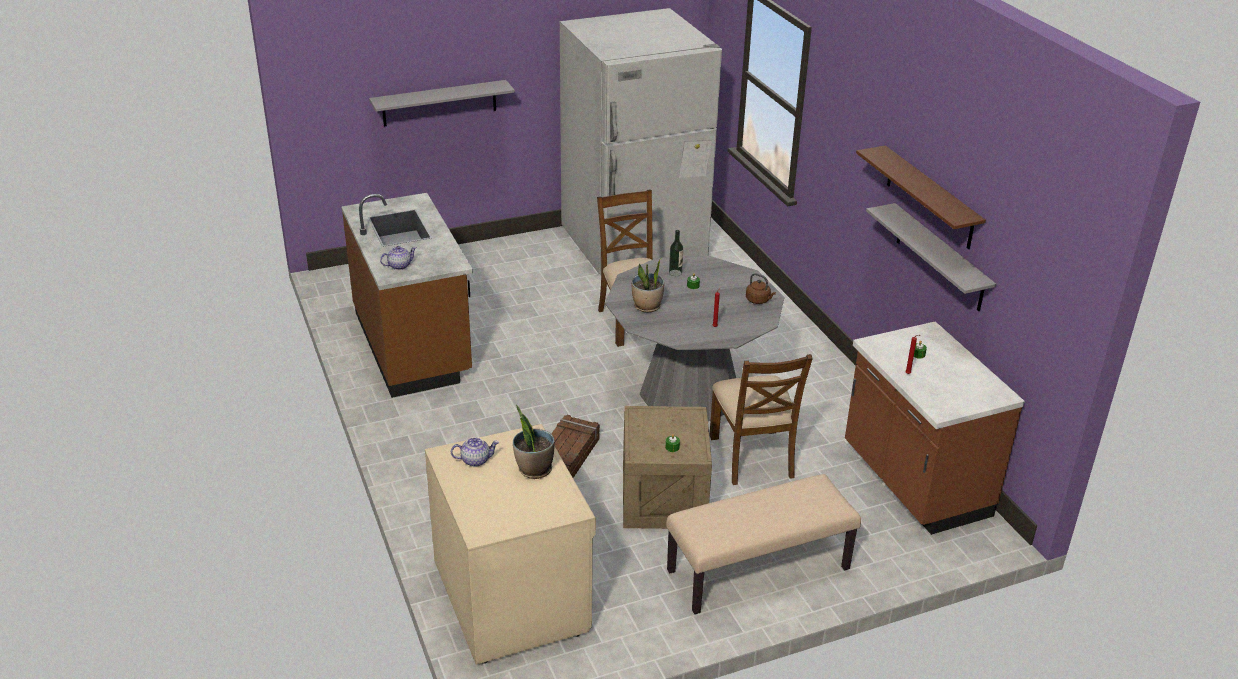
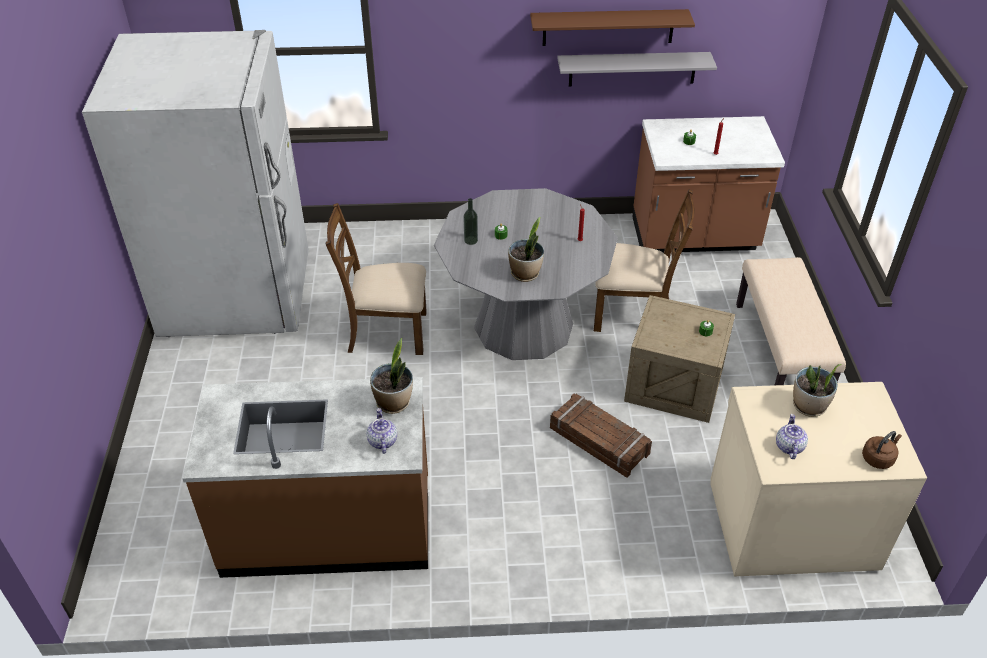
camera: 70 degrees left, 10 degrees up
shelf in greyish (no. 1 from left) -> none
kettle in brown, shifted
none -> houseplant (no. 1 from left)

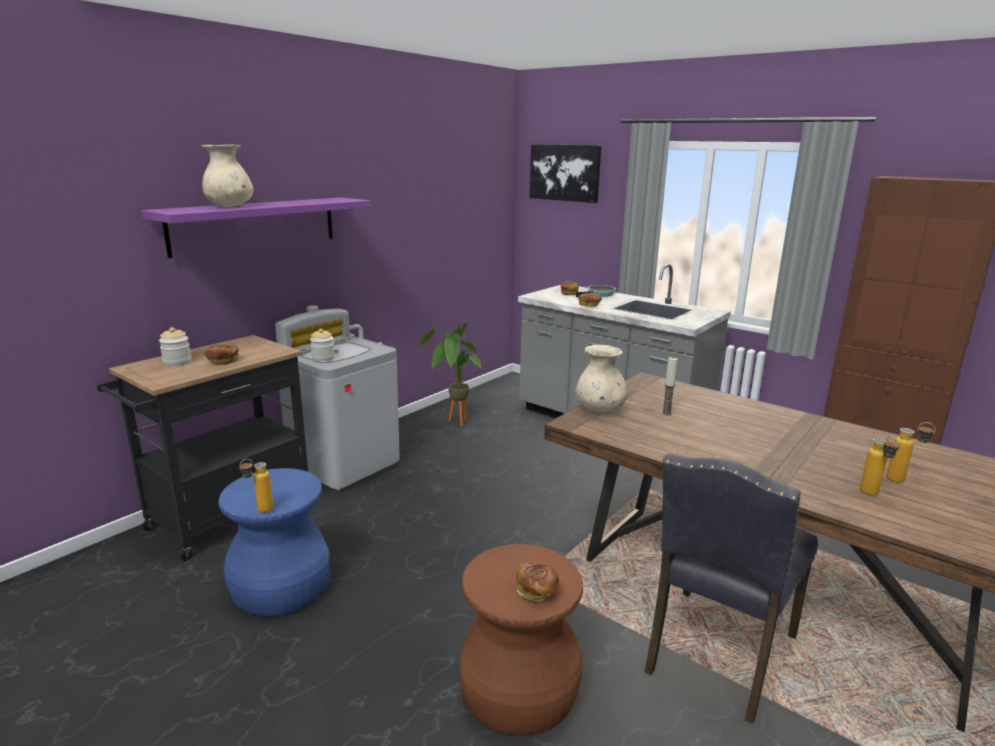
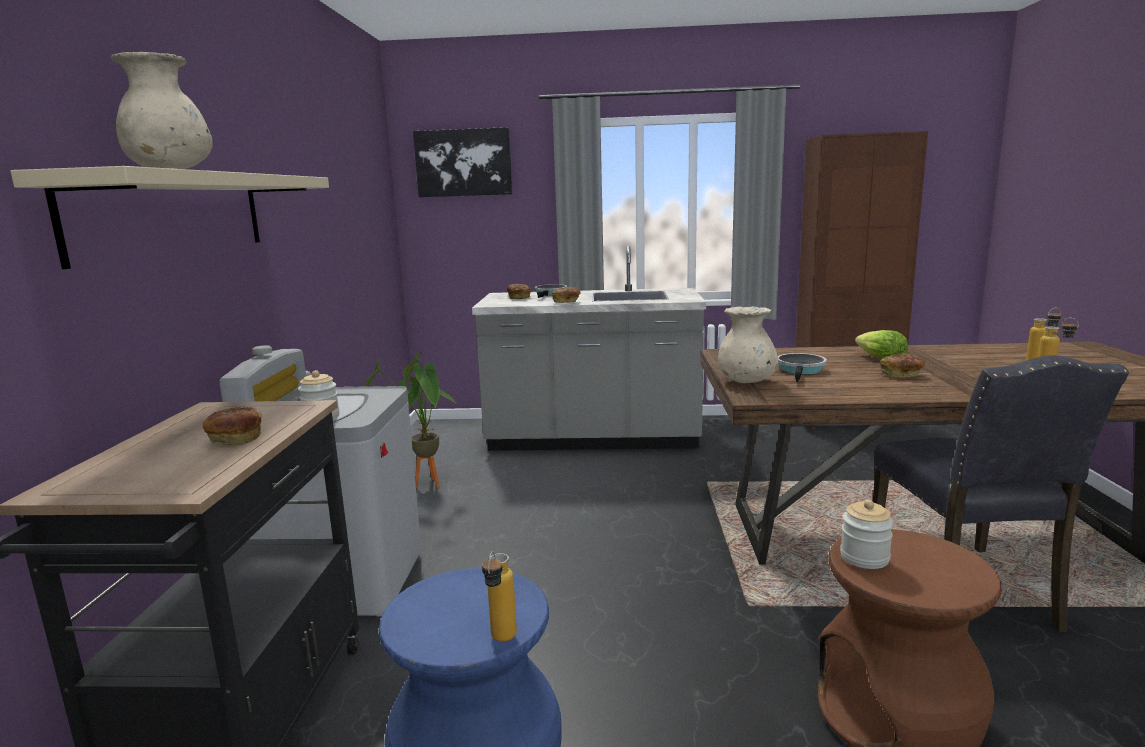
camera: 35 degrees left, 5 degrees down
shelf in purple-coloured -> shelf in beige-coloured
storage jar (no. 1 from left in the first image) -> storage jar (no. 2 from left), shifted
wax light -> skillet (no. 2 from left)
bread (no. 2 from left in the first image) -> bread (no. 4 from left), shifted
none -> lettuce head

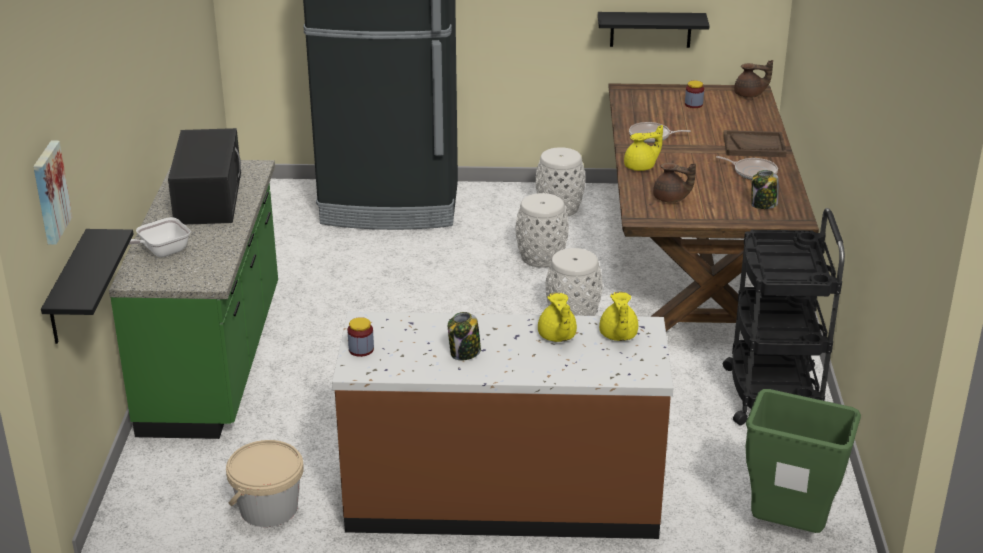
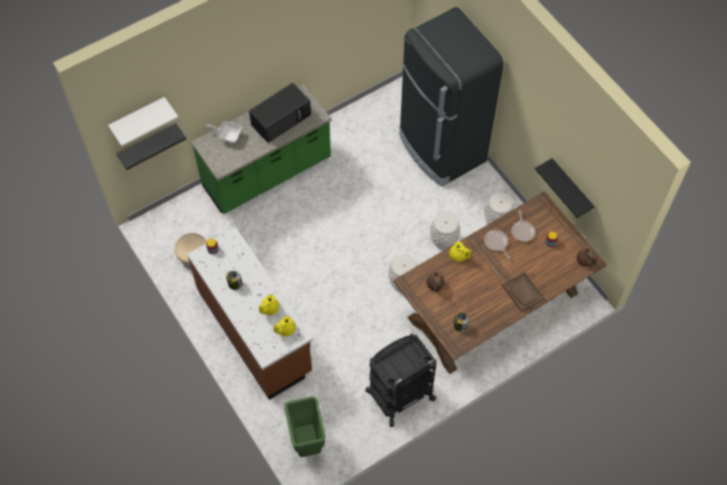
camera: 55 degrees right, 30 degrees up
picture -> shelf in white-coloured
skillet (no. 3 from left), shifted

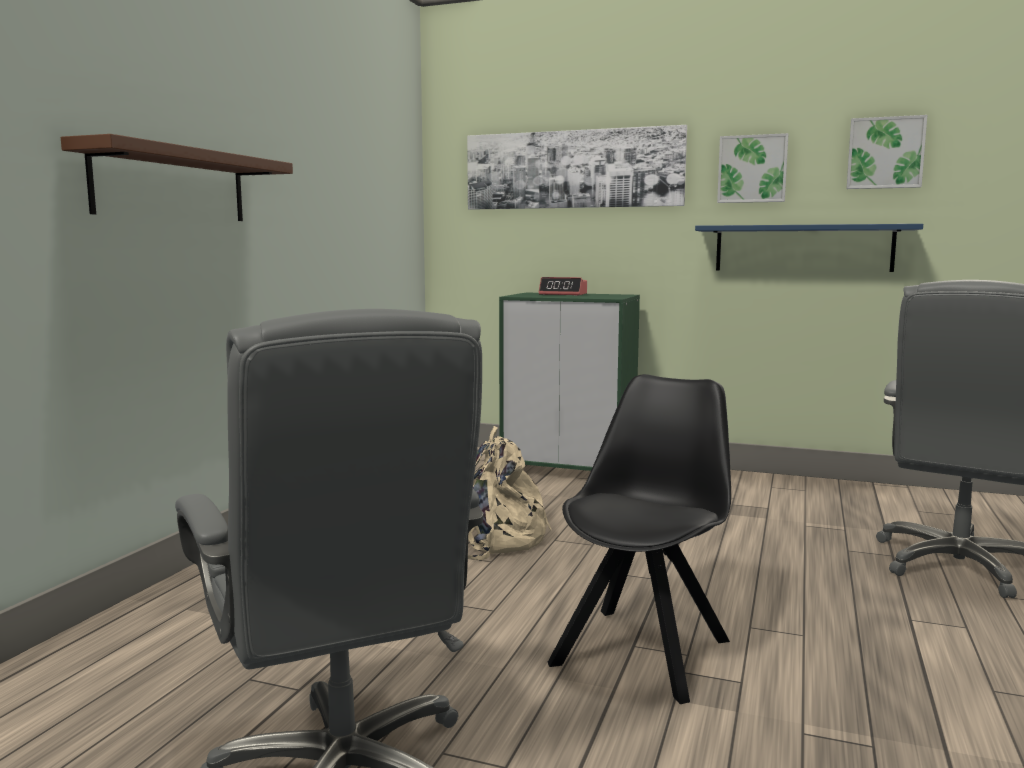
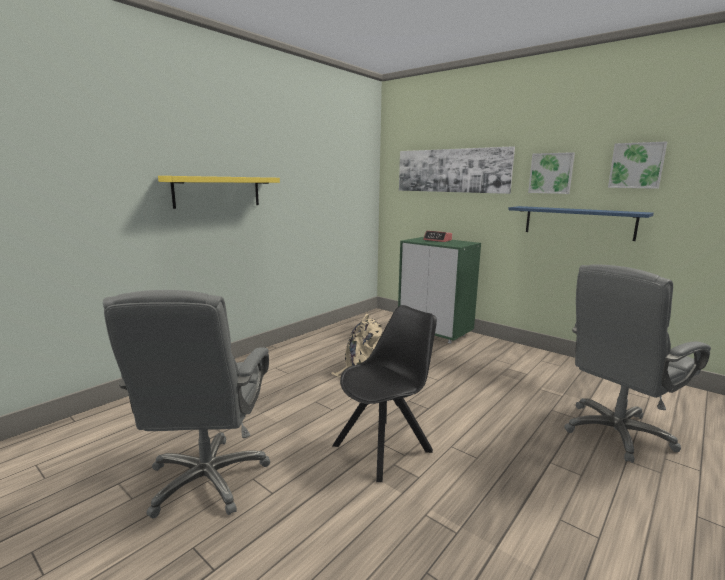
camera: 20 degrees right, 5 degrees up
shelf in brown -> shelf in yellow-coloured

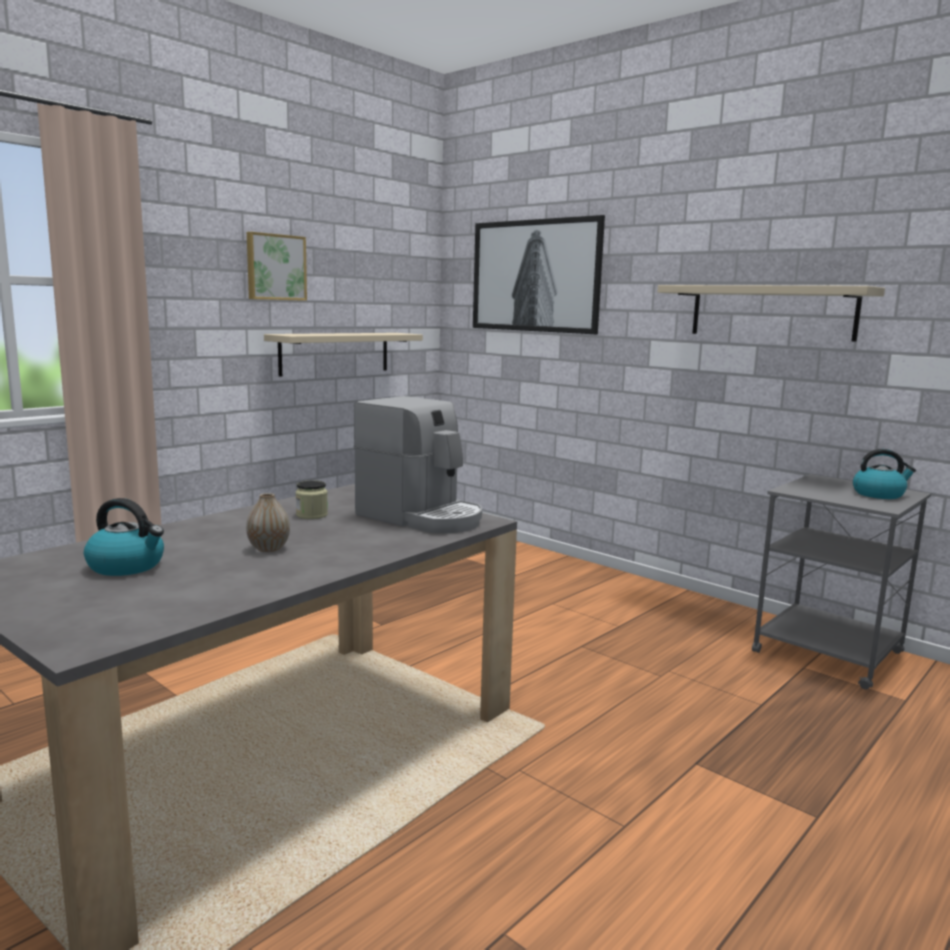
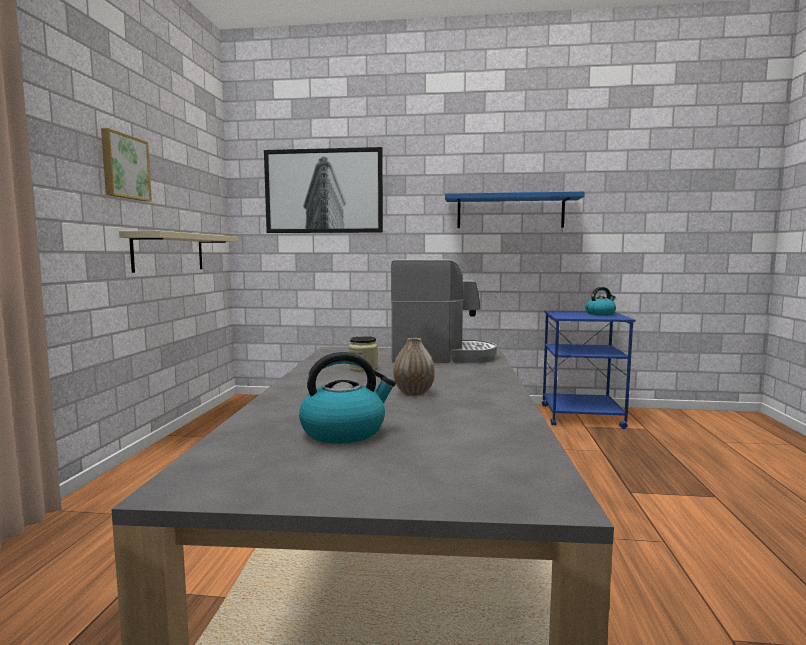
camera: 35 degrees left, 5 degrees down
shelf in beige-coloured (no. 2 from left) -> shelf in bluish
wheeled cart in greyish -> wheeled cart in bluish

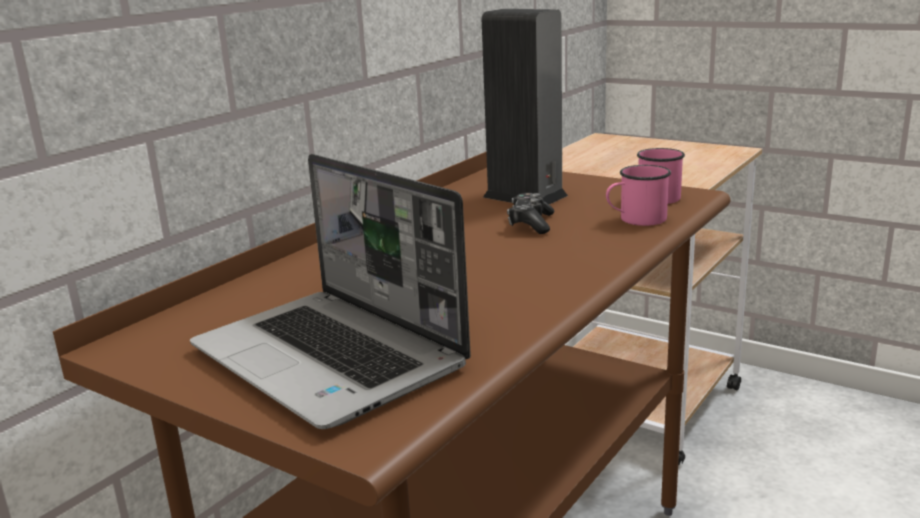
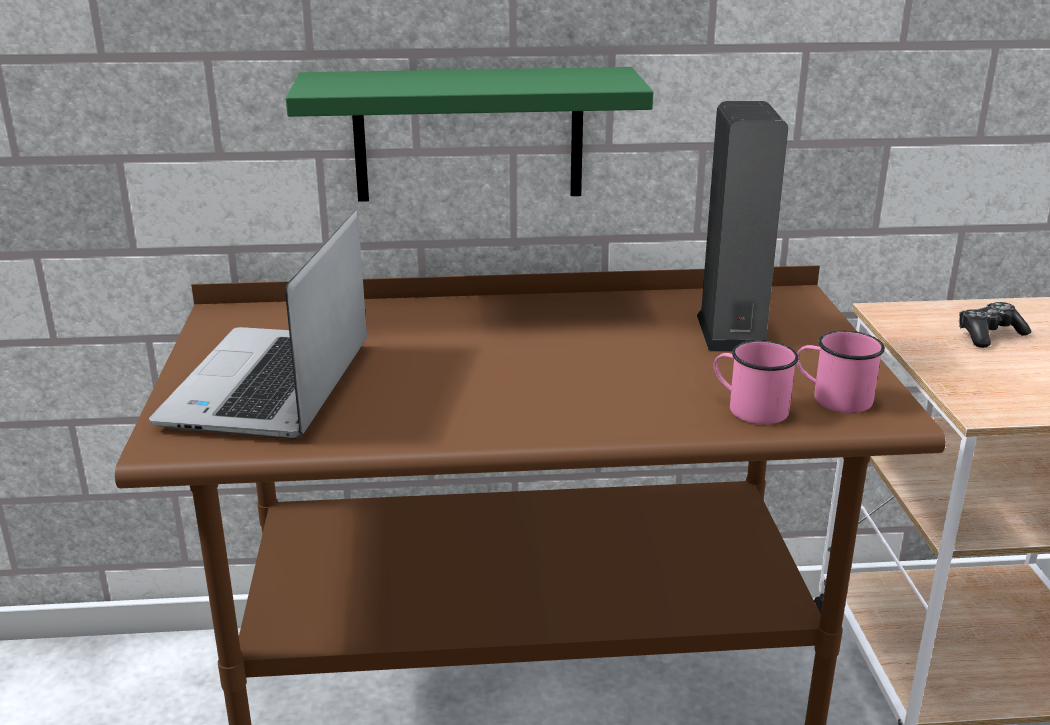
camera: 50 degrees right, 5 degrees up
gamepad, shifted
none -> shelf in greenish

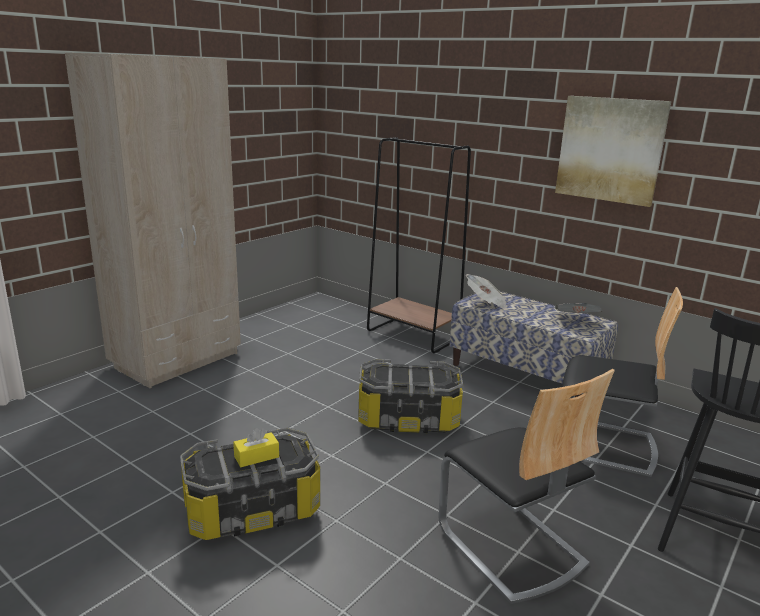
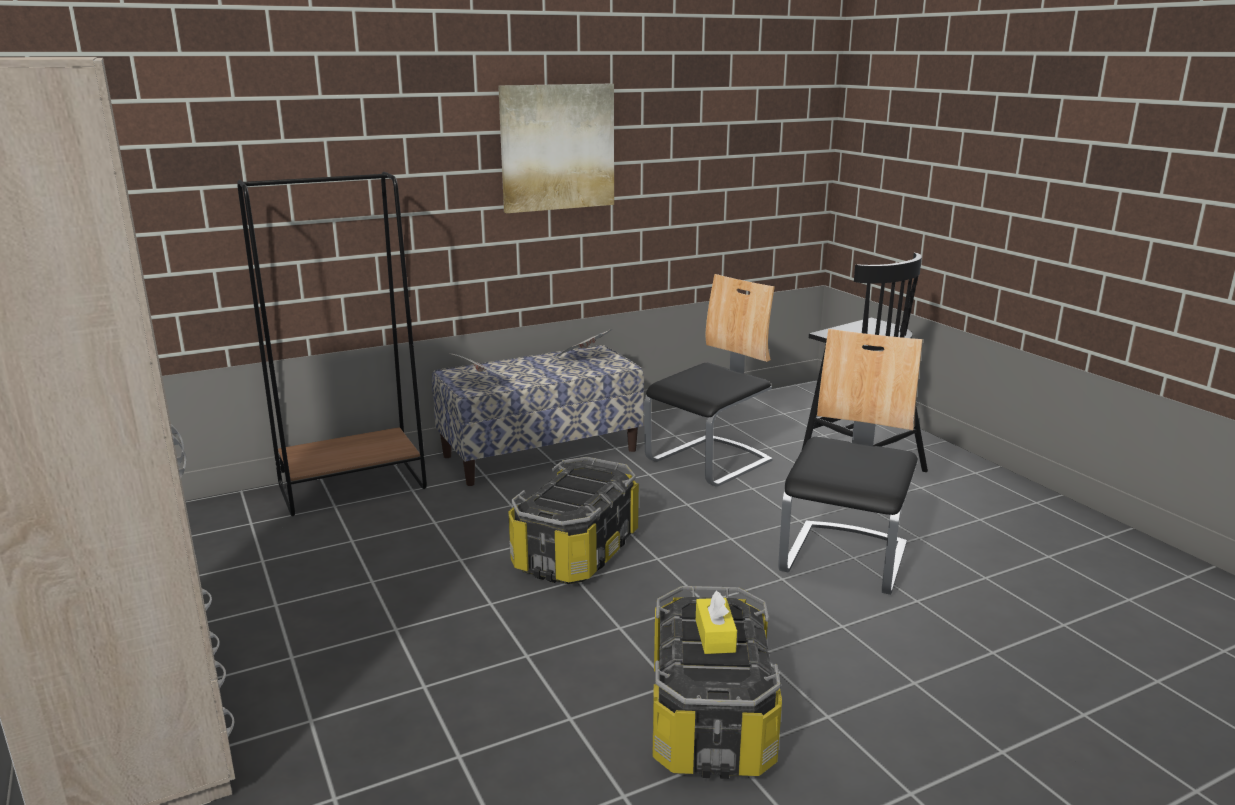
camera: 65 degrees left, 0 degrees up
plain chair (no. 1 from left in the first image) -> plain chair (no. 2 from left), 60 degrees counterclockwise

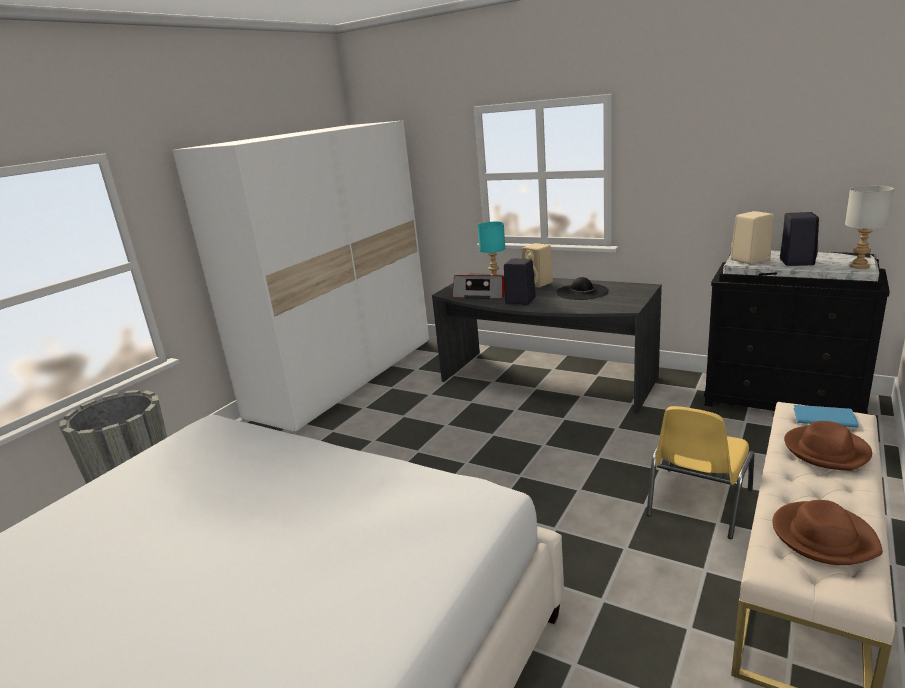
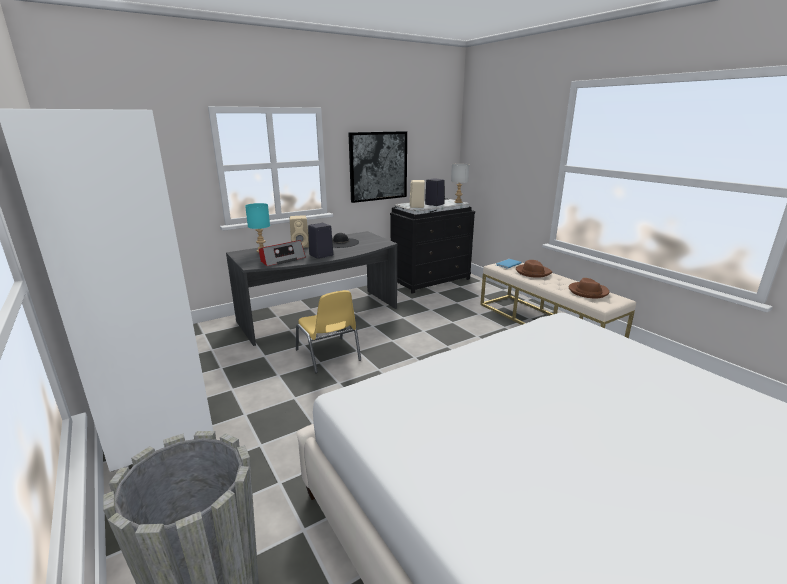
camera: 65 degrees left, 0 degrees up
plain chair in yellow-coloured, shifted
none -> picture

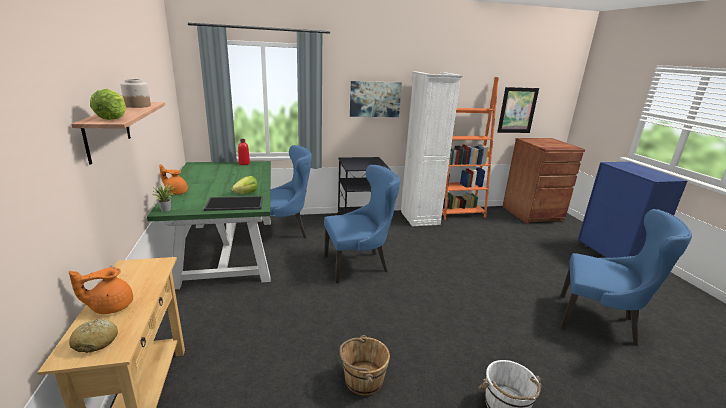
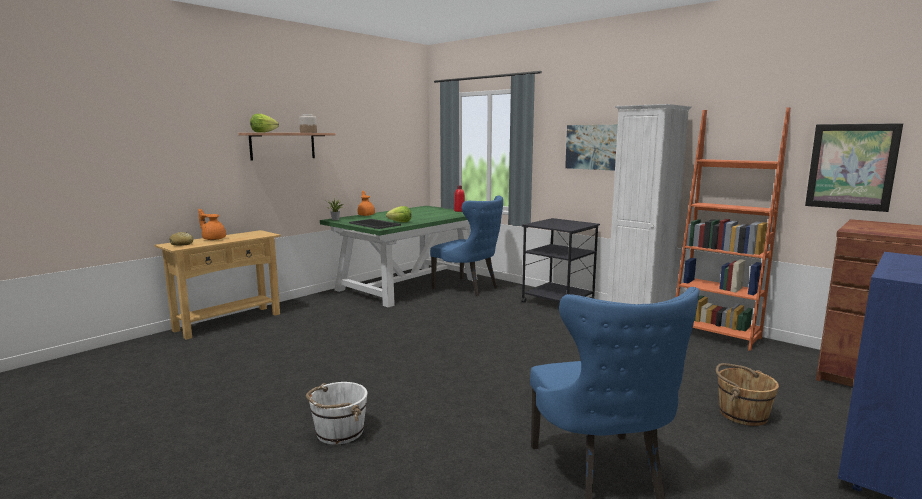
camera: 55 degrees right, 10 degrees down
plain chair in bluish (no. 2 from left) -> none
bucket in brown, shifted

